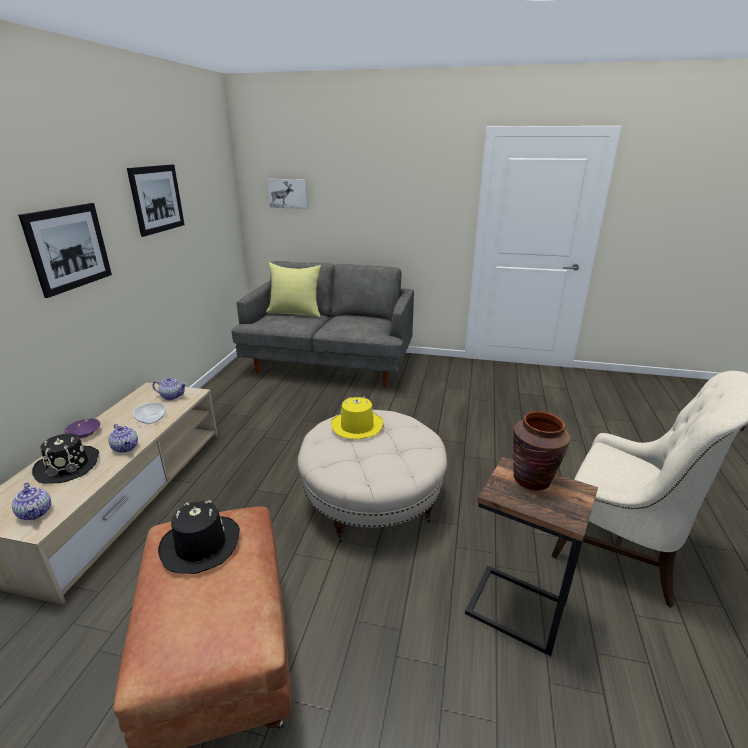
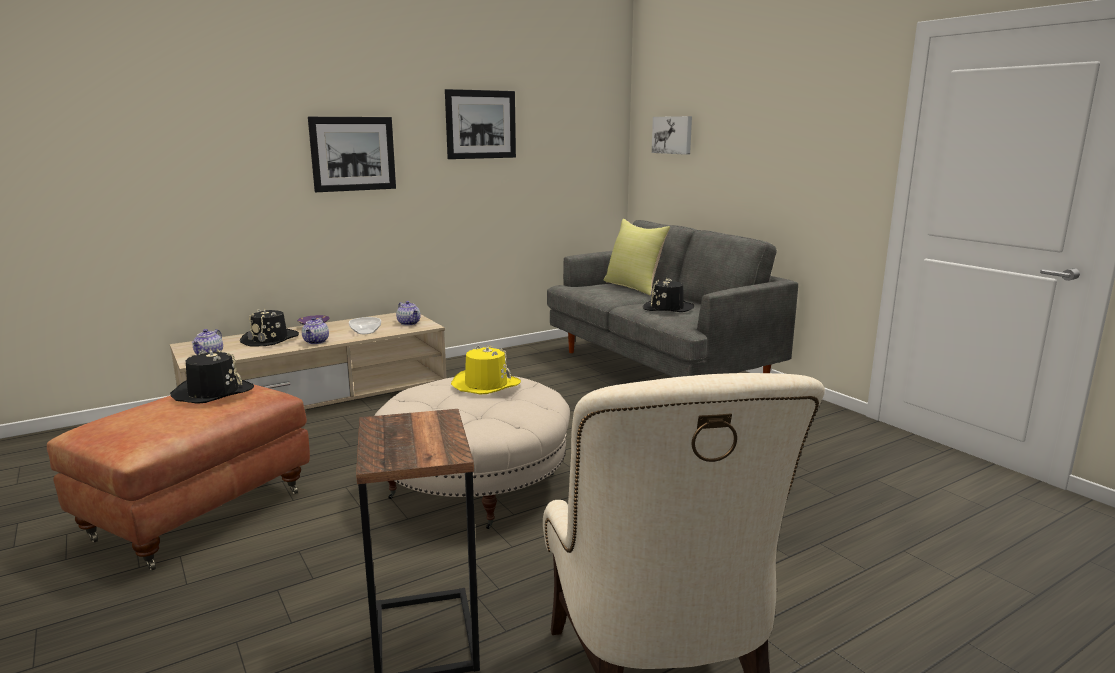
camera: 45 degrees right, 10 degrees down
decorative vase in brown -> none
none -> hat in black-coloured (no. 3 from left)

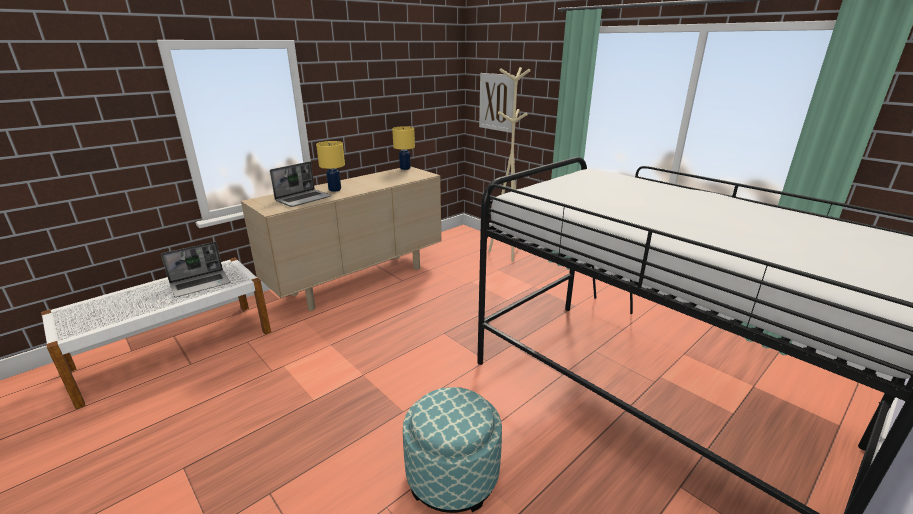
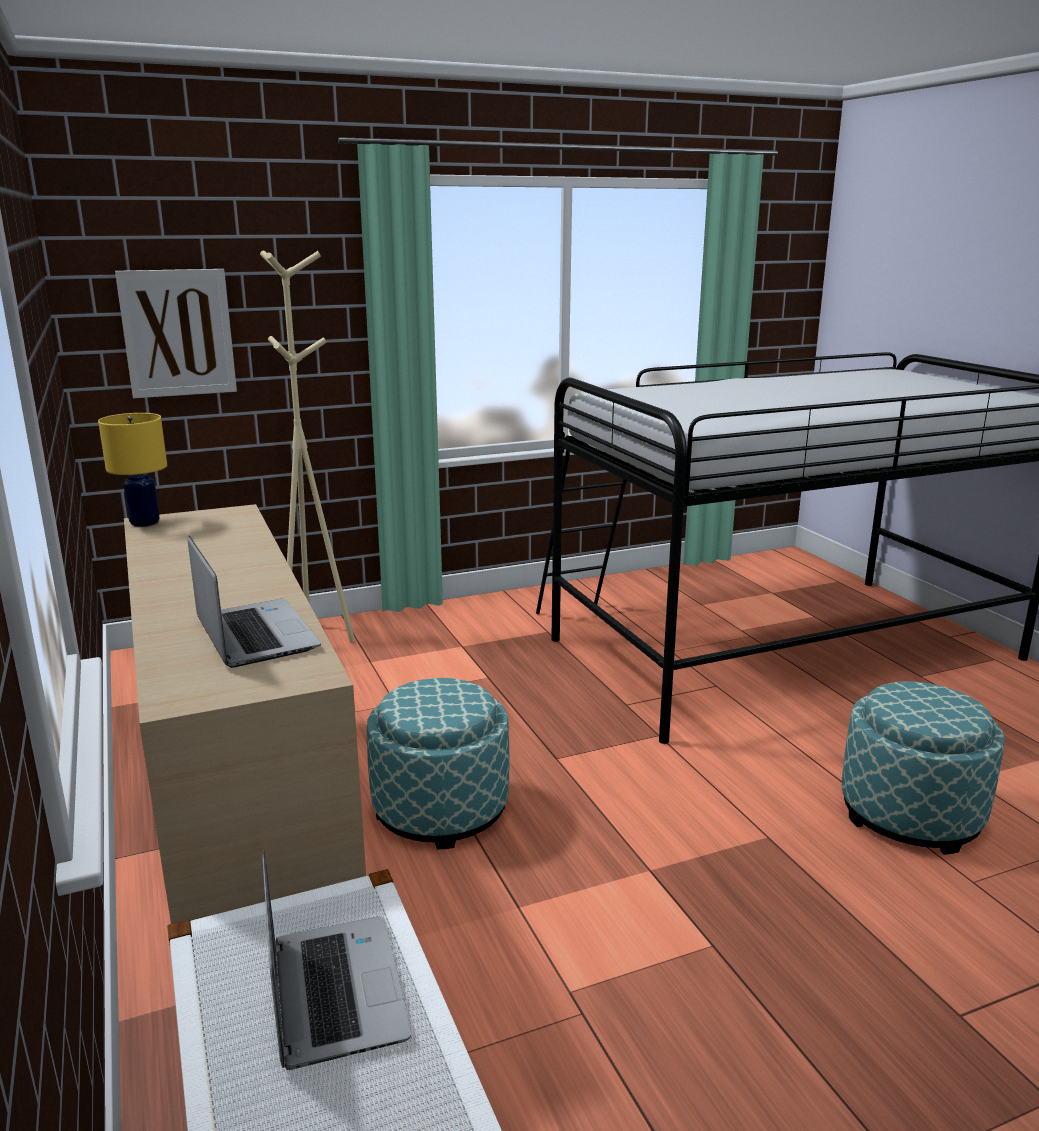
camera: 70 degrees left, 5 degrees down
table lamp in yellow-coloured (no. 1 from left) -> none
none -> footrest (no. 1 from left)

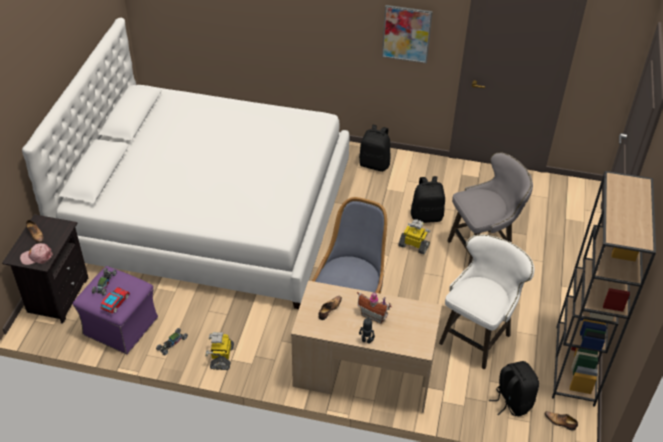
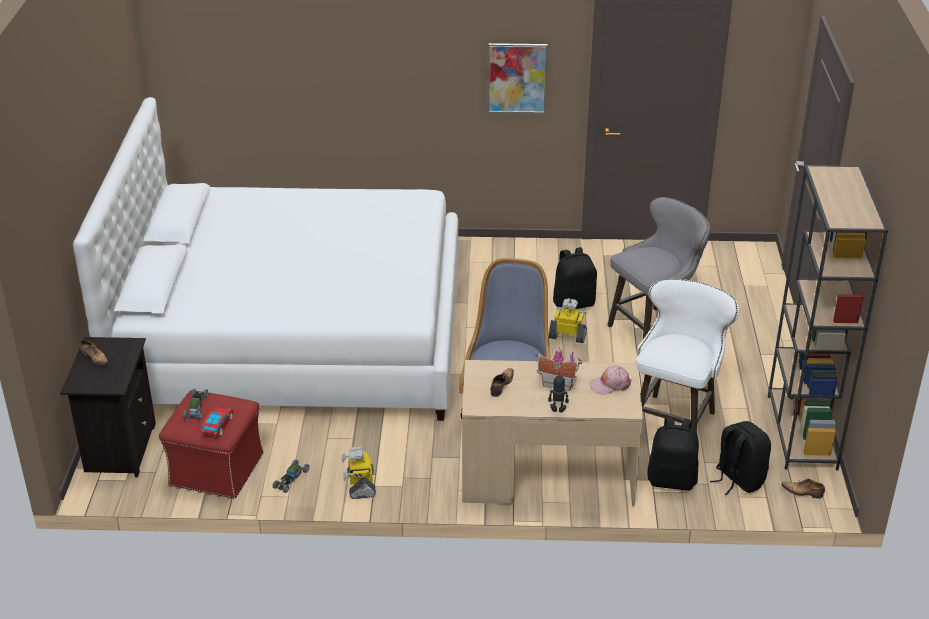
camera: 10 degrees left, 10 degrees down
knapsack in black-coloured (no. 1 from left in the first image) -> knapsack in black-coloured (no. 2 from left), shifted
peaked cap in pink, shifted
footrest in purple-coloured -> footrest in reddish

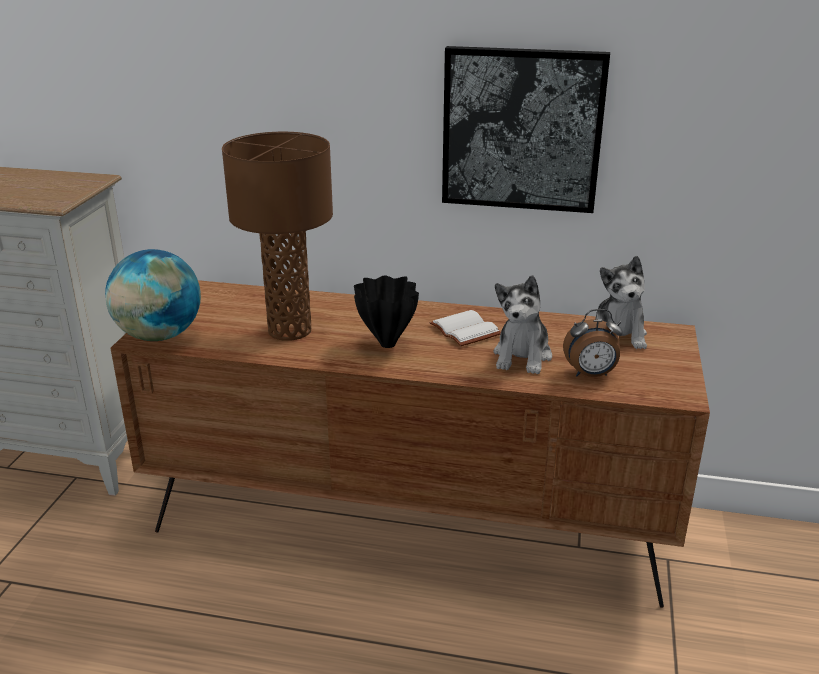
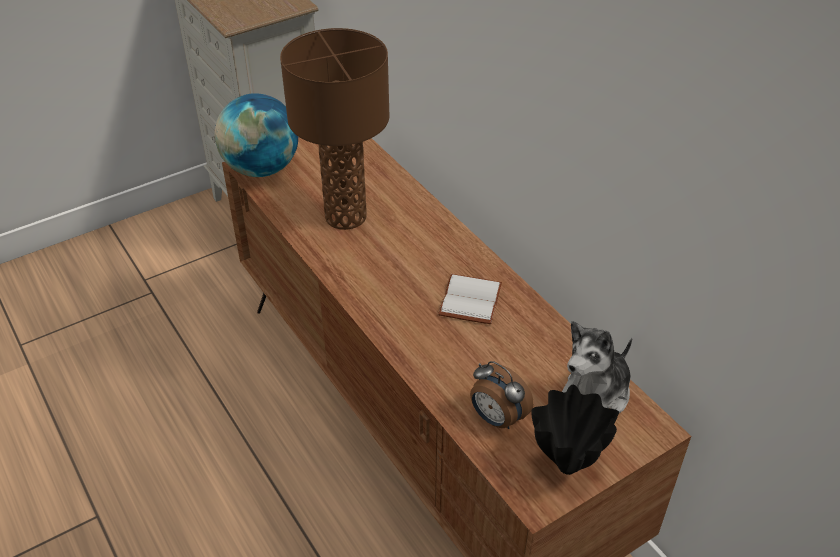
camera: 45 degrees right, 15 degrees up
picture -> none
decorative vase in black-coloured, shifted
soft toy (no. 1 from left) -> none

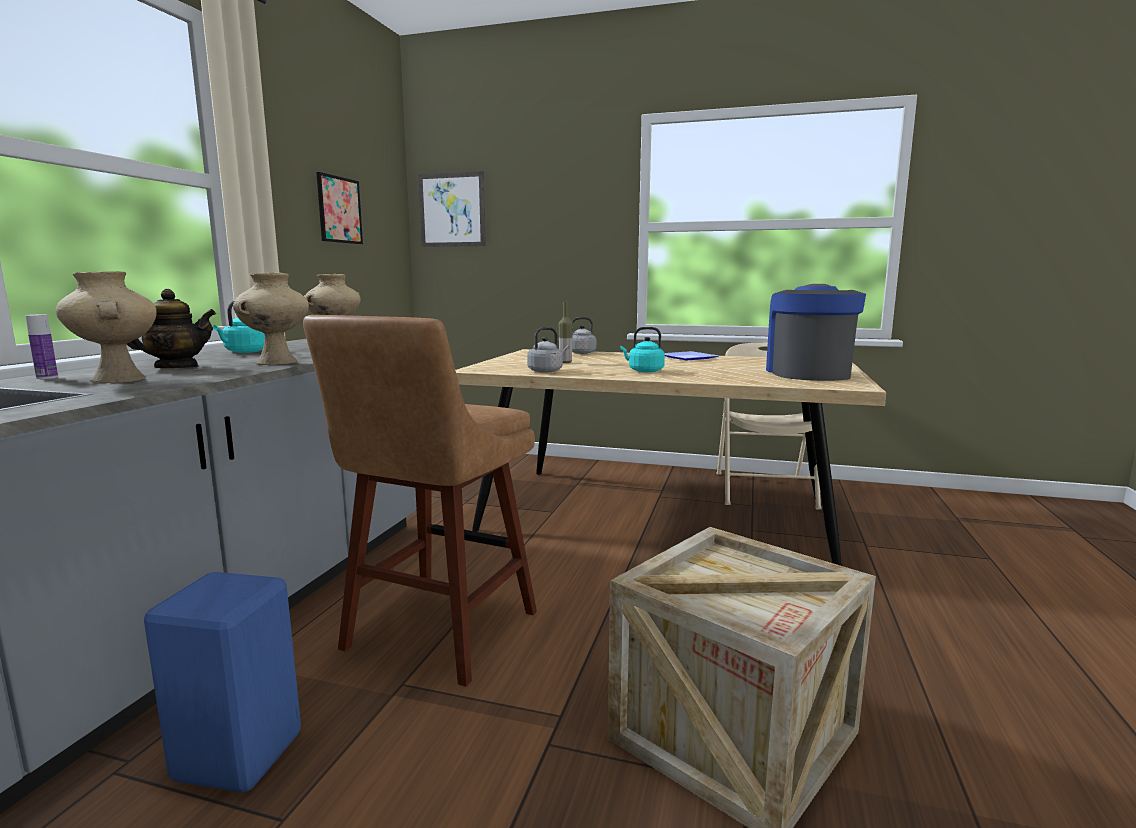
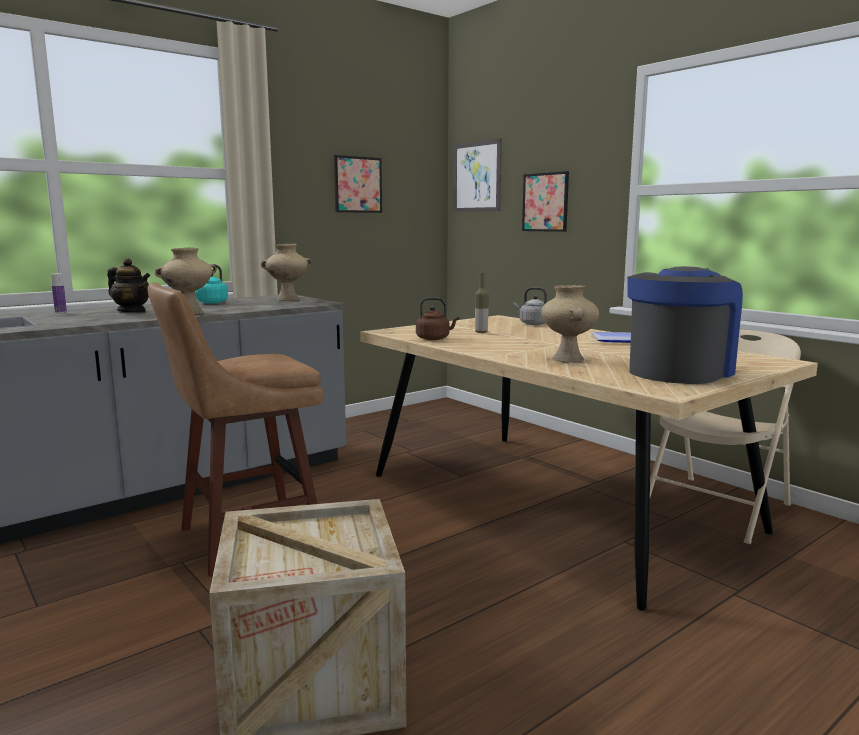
camera: 35 degrees right, 0 degrees up
decorative vase in beige-coloured (no. 1 from left in the first image) -> decorative vase in beige-coloured (no. 3 from left), shifted
kettle in greyish (no. 1 from left) -> kettle in brown
kettle in turquoise (no. 2 from left) -> none
sitting stool in bluish -> none
none -> picture (no. 3 from left)

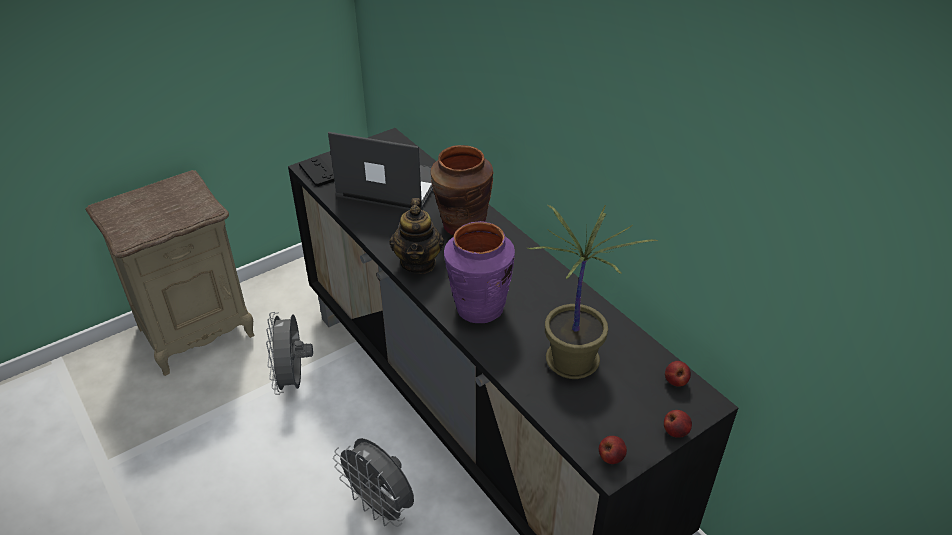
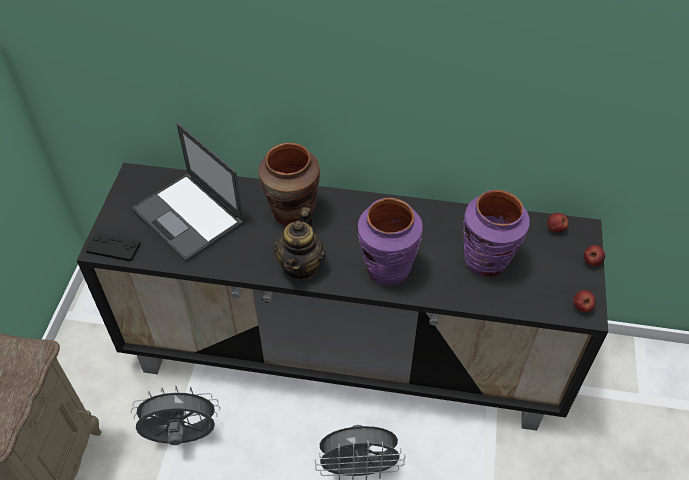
camera: 45 degrees left, 10 degrees up
portable computer, 105 degrees counterclockwise
pot for tea, 60 degrees clockwise
houseplant -> decorative vase in purple-coloured (no. 2 from left)
fan in greyish (no. 1 from left), 135 degrees clockwise

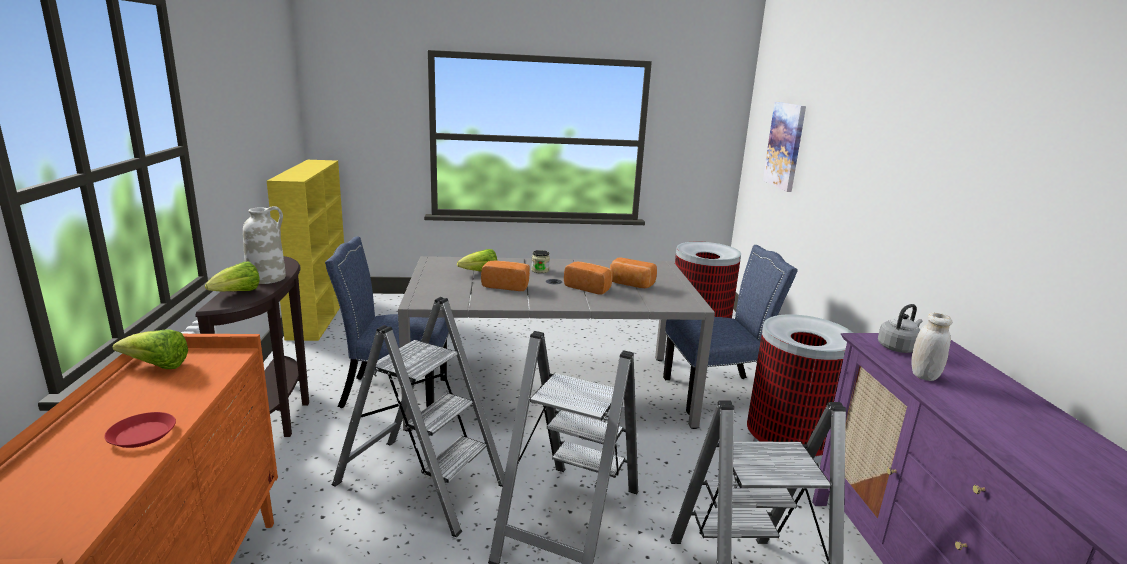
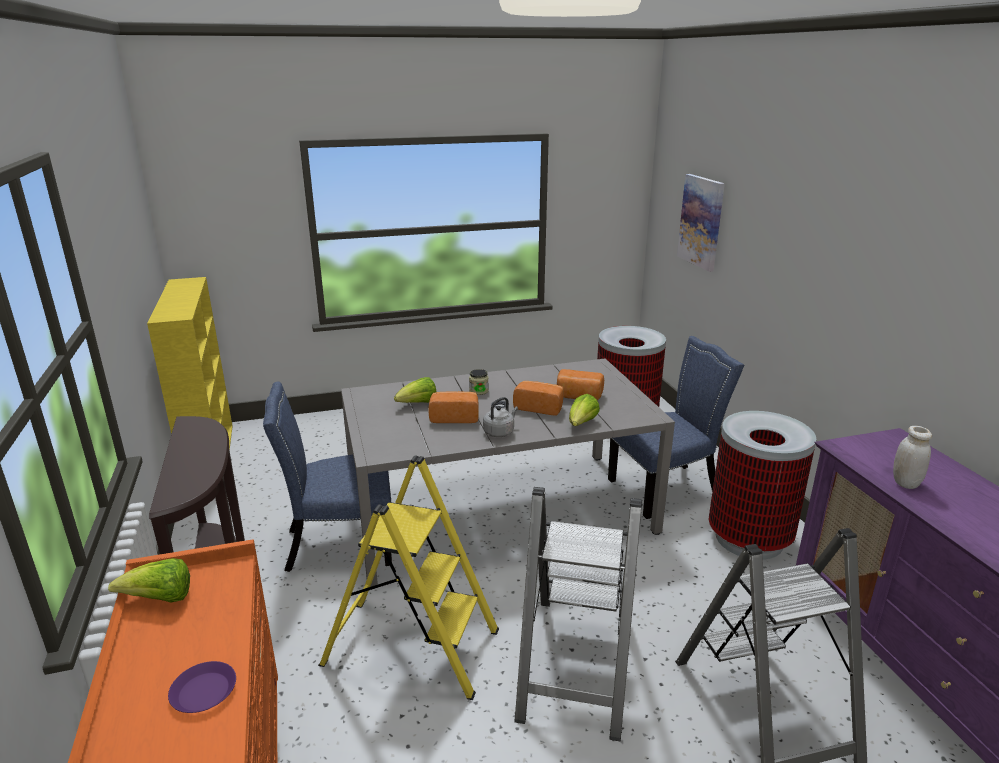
camera: 10 degrees left, 5 degrees up
decorative vase in white-coloured -> none
lettuce head (no. 2 from left in the first image) -> lettuce head (no. 3 from left), shifted
step stool in greyish (no. 1 from left) -> step stool in yellow-coloured
kettle in greyish, shifted
plate in reddish -> plate in purple-coloured

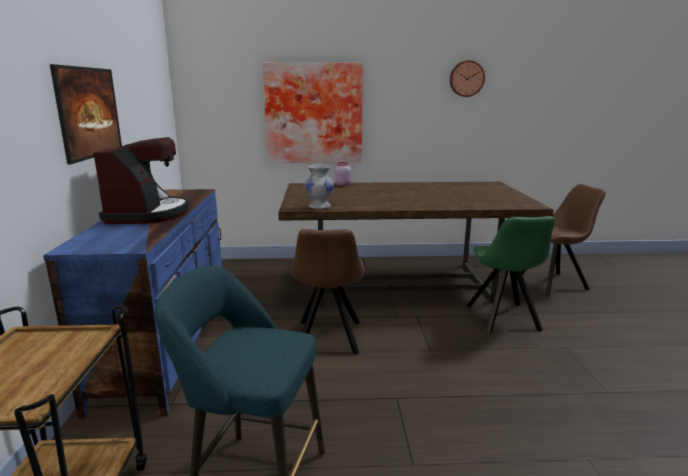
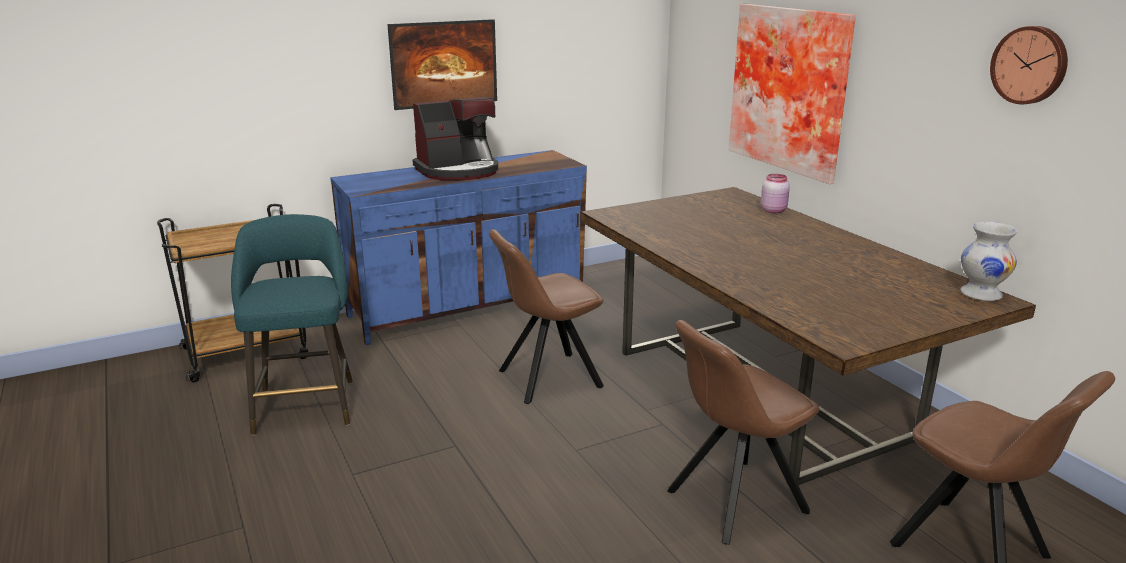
camera: 65 degrees right, 5 degrees up
decorative vase in white-coloured, shifted
plain chair in greenish -> plain chair in brown (no. 2 from left)

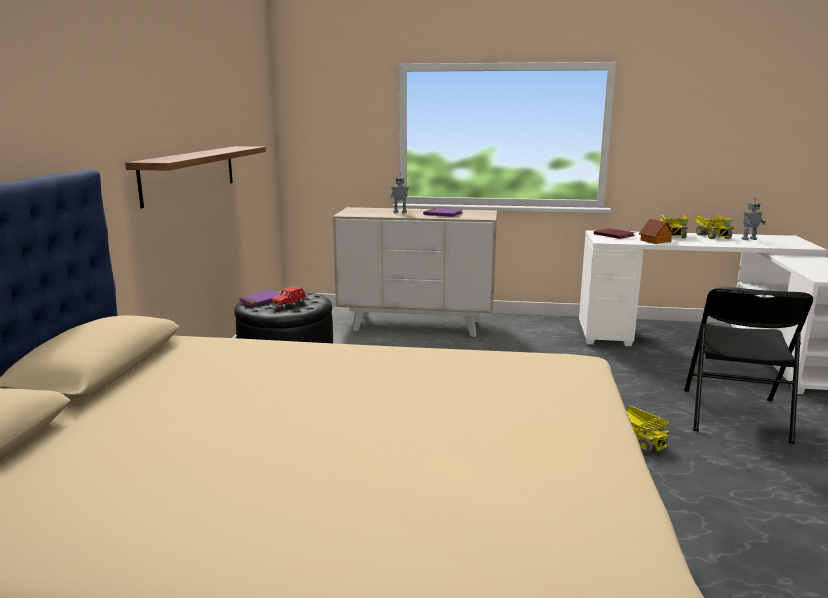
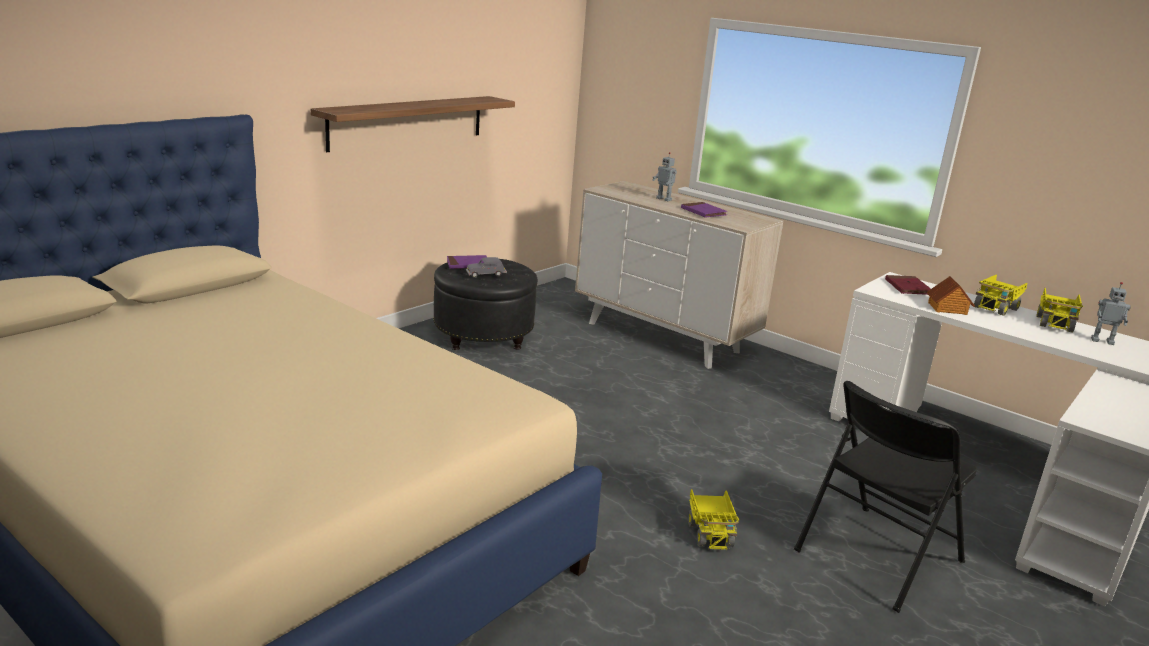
camera: 30 degrees right, 5 degrees up
toy car in reddish -> toy car in greyish

